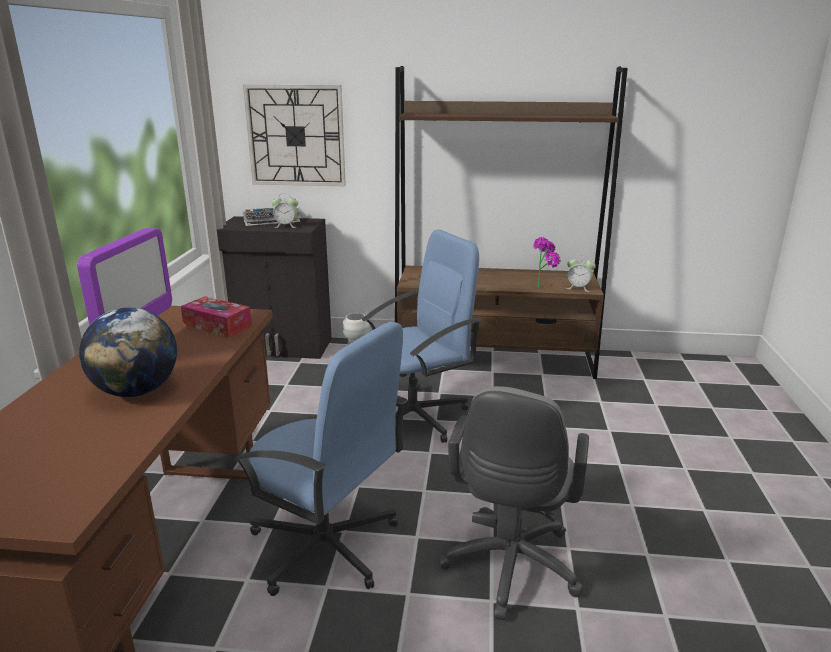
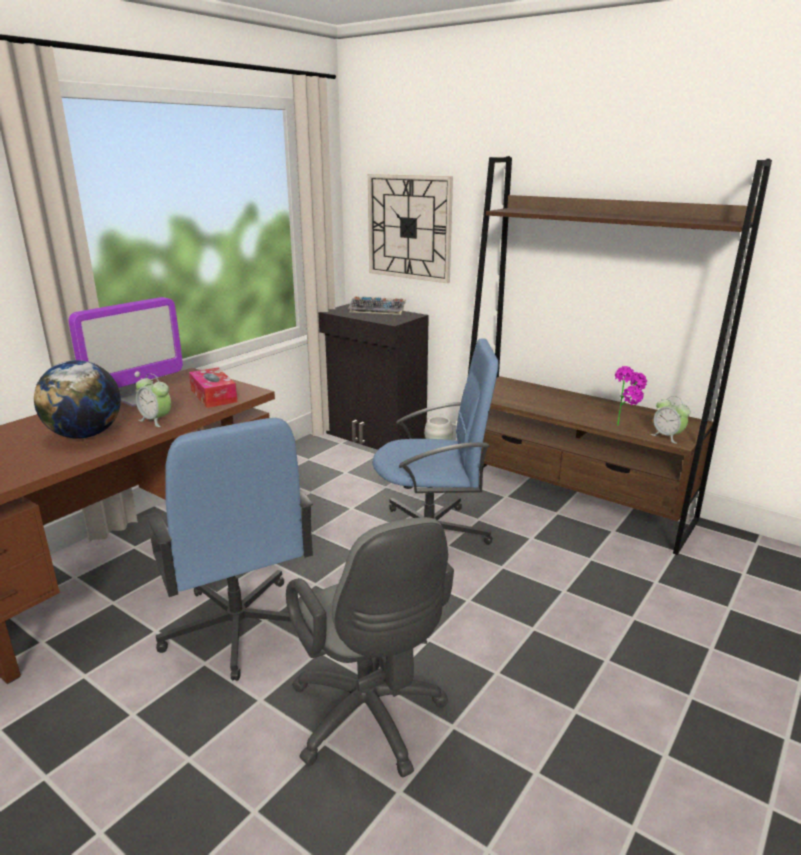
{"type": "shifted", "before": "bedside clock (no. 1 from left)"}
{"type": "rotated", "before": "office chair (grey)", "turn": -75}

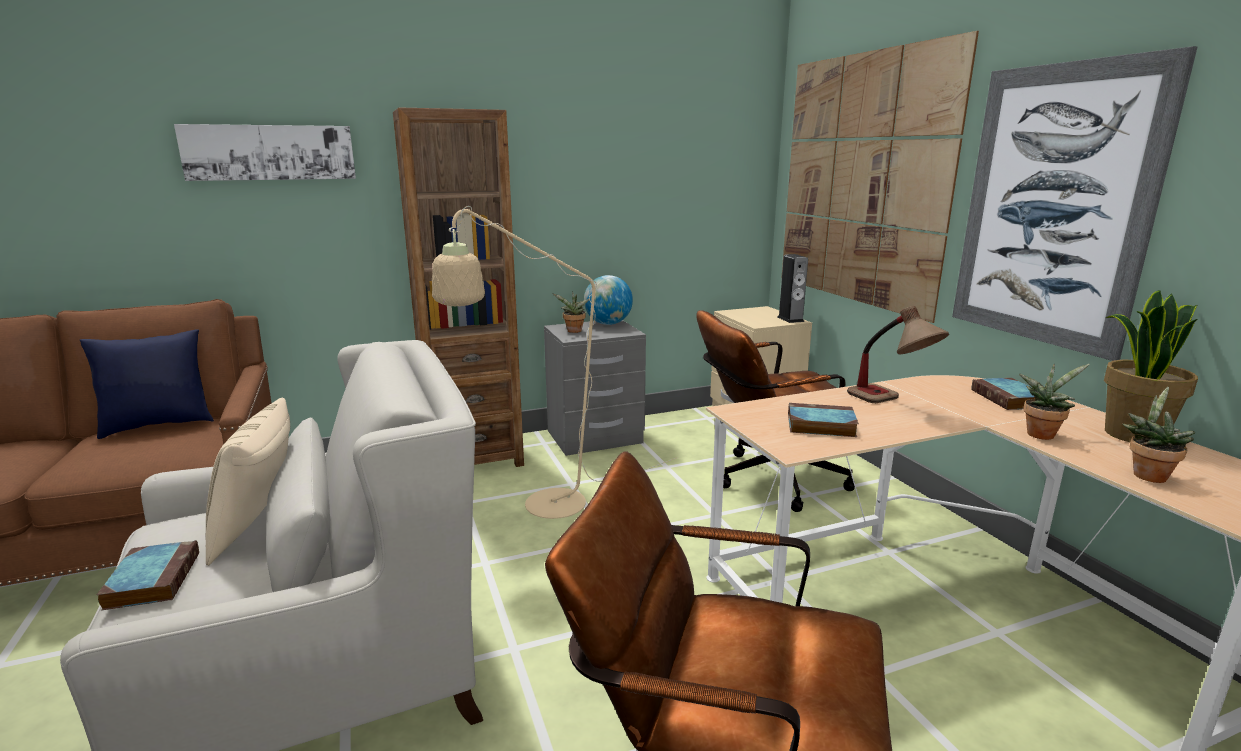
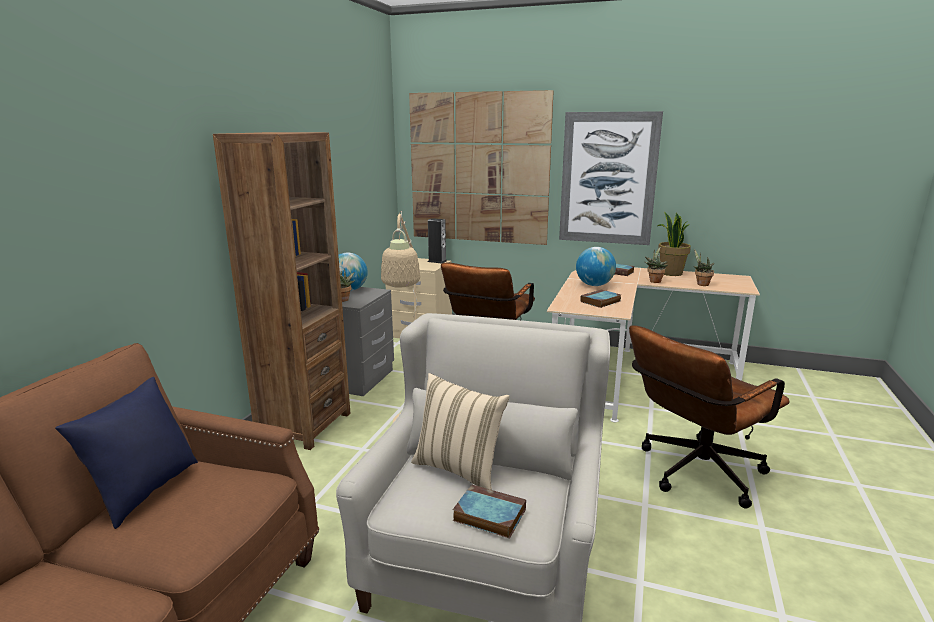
{"type": "gone", "before": "wall picture (no. 1 from left)"}
{"type": "swapped", "before": "table lamp", "after": "world globe (no. 2 from left)"}

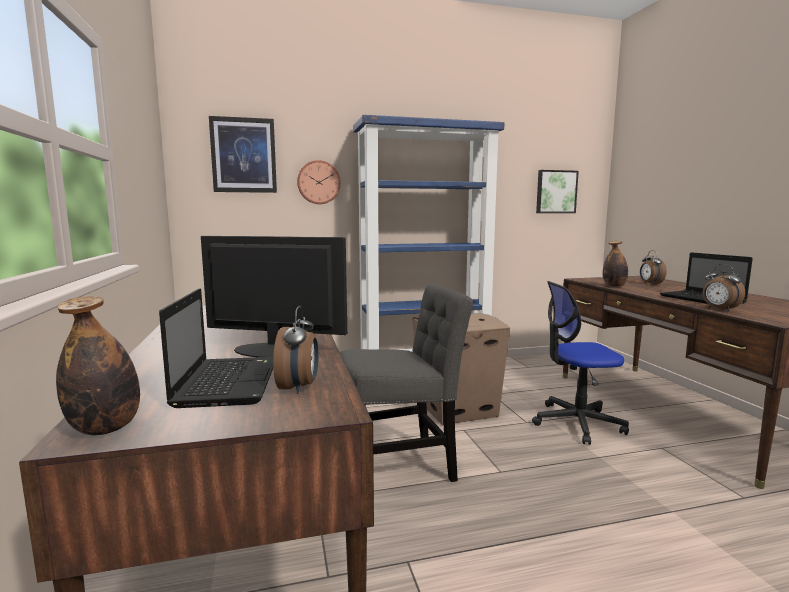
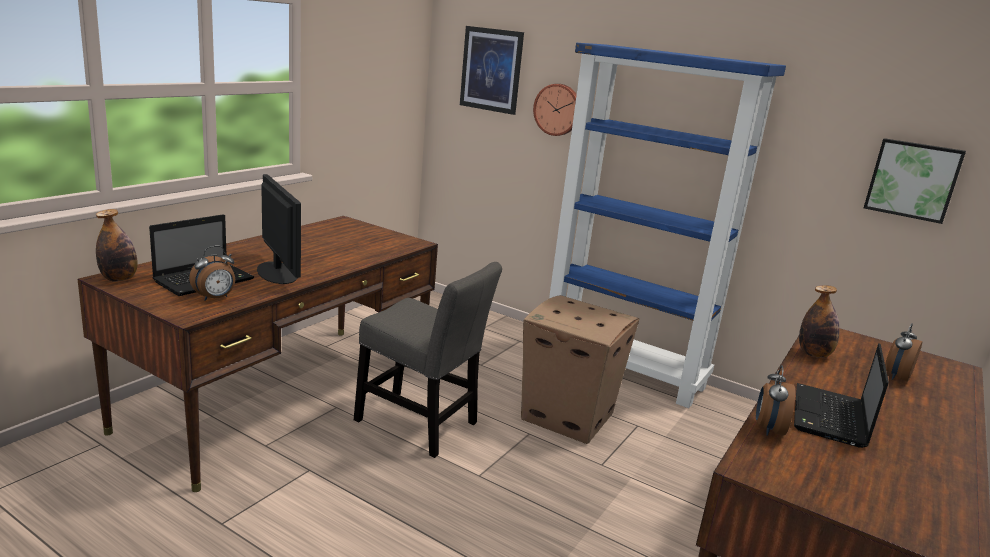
{"type": "gone", "before": "office chair"}

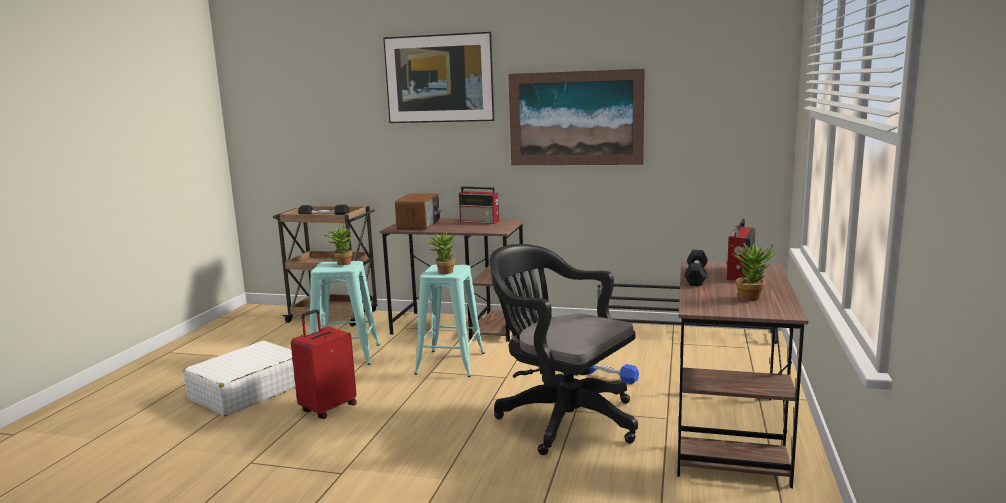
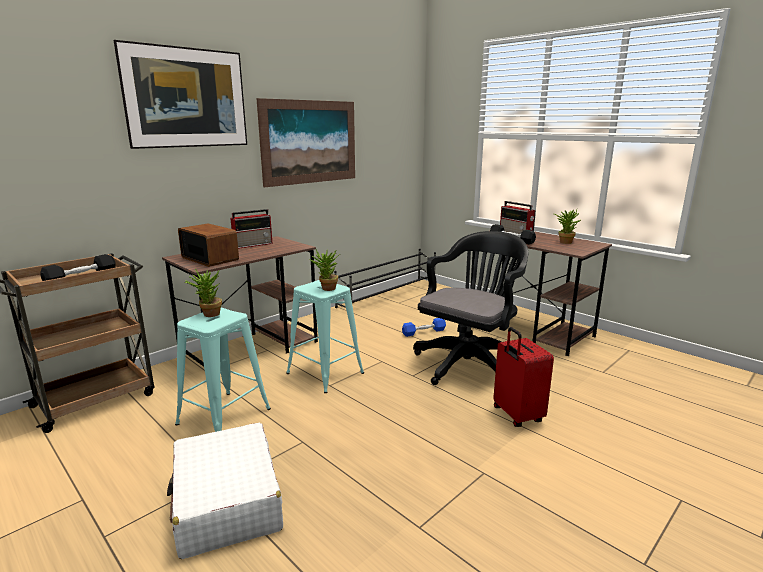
{"type": "shifted", "before": "suitcase (red-coloured)"}
{"type": "rotated", "before": "office chair (blackish)", "turn": 150}

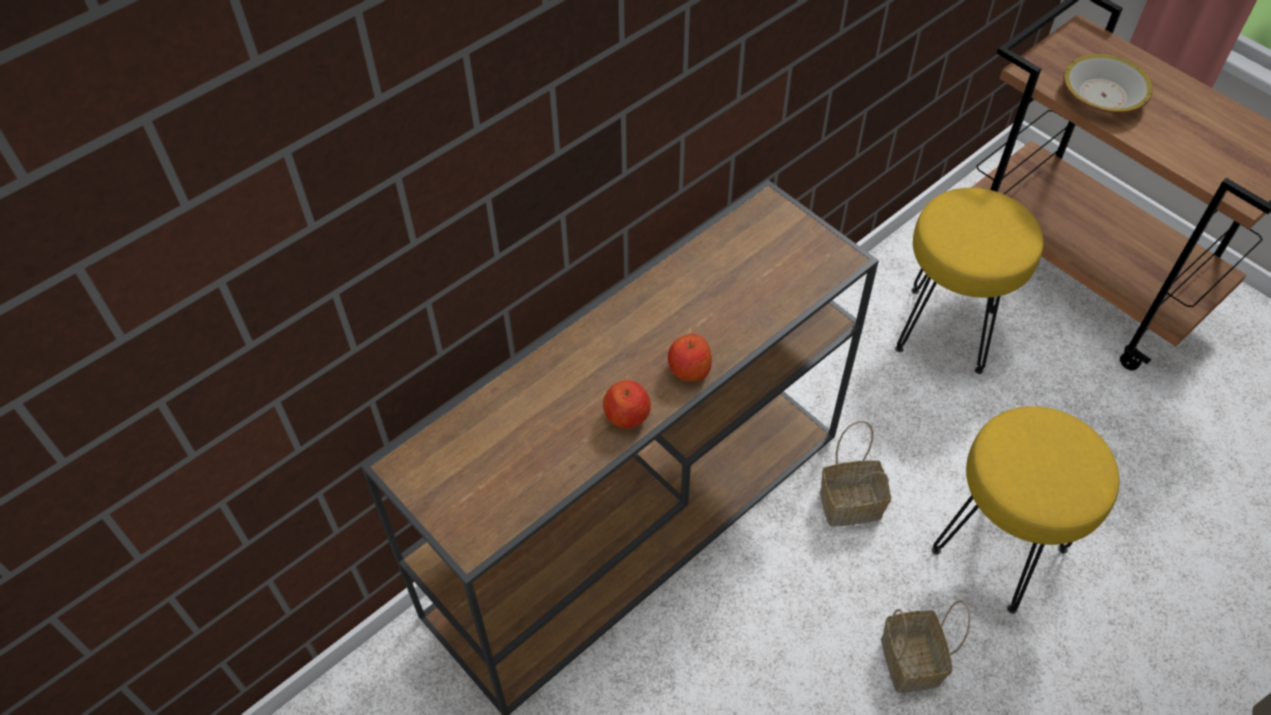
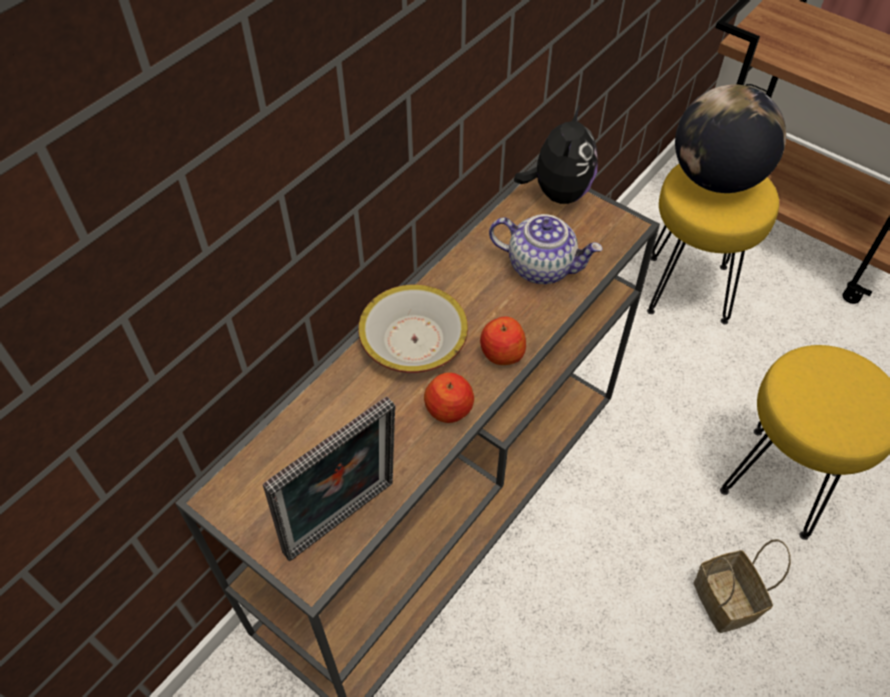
{"type": "gone", "before": "basket (no. 1 from left)"}
{"type": "shifted", "before": "deep dish"}
{"type": "new", "after": "standing frame"}
{"type": "new", "after": "tea pot"}
{"type": "new", "after": "plush toy"}
{"type": "new", "after": "world globe"}

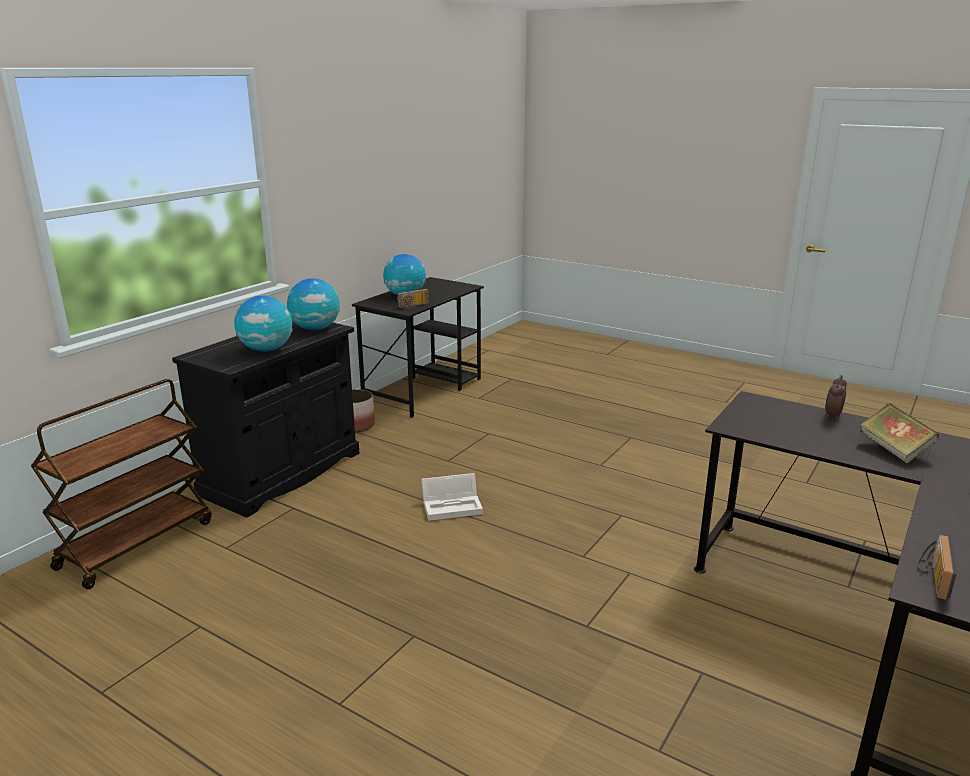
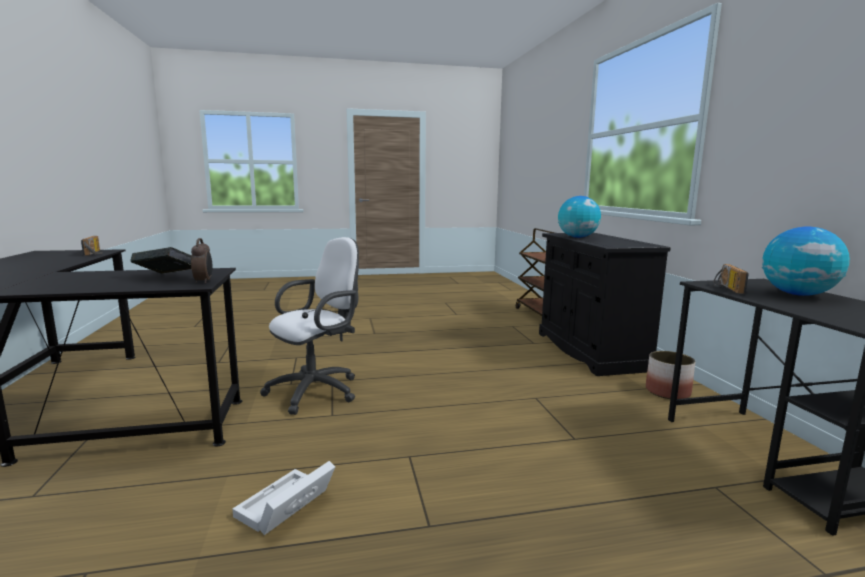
{"type": "gone", "before": "world globe (no. 2 from left)"}
{"type": "shifted", "before": "storage bin (whitish)"}
{"type": "shifted", "before": "bedside clock"}
{"type": "shifted", "before": "book"}
{"type": "new", "after": "office chair (whitish)"}

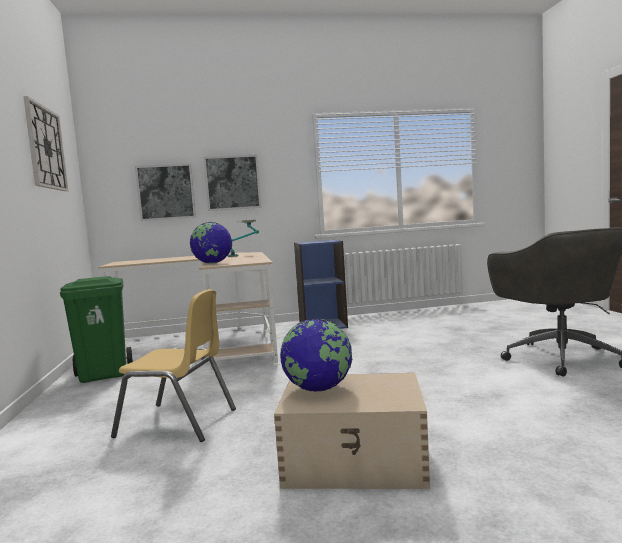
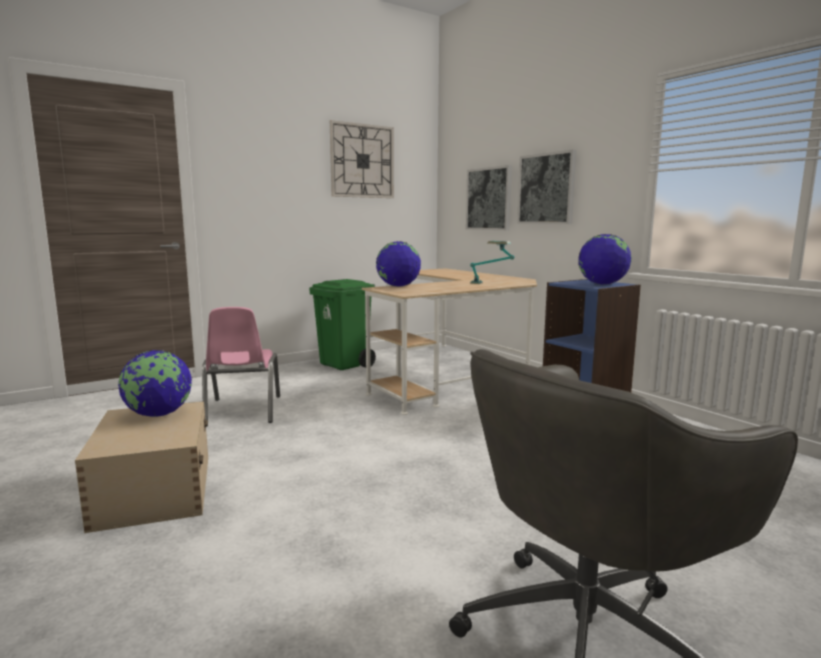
{"type": "repainted", "before": "upright chair (yellowish)", "after": "upright chair (pinkish)"}
{"type": "new", "after": "world globe (no. 3 from left)"}

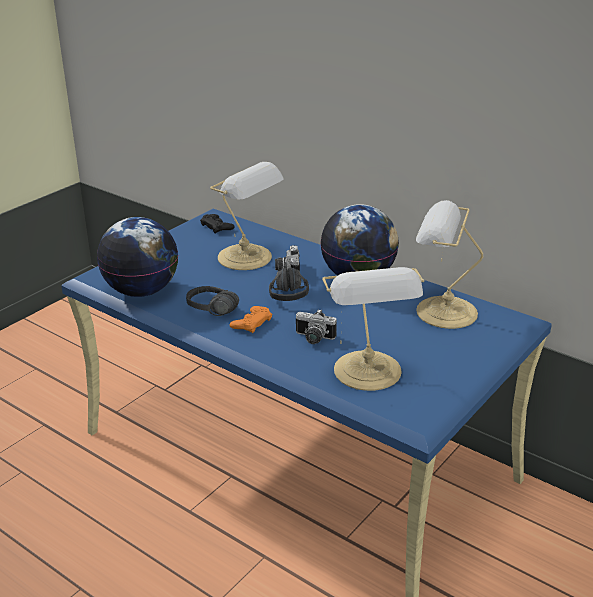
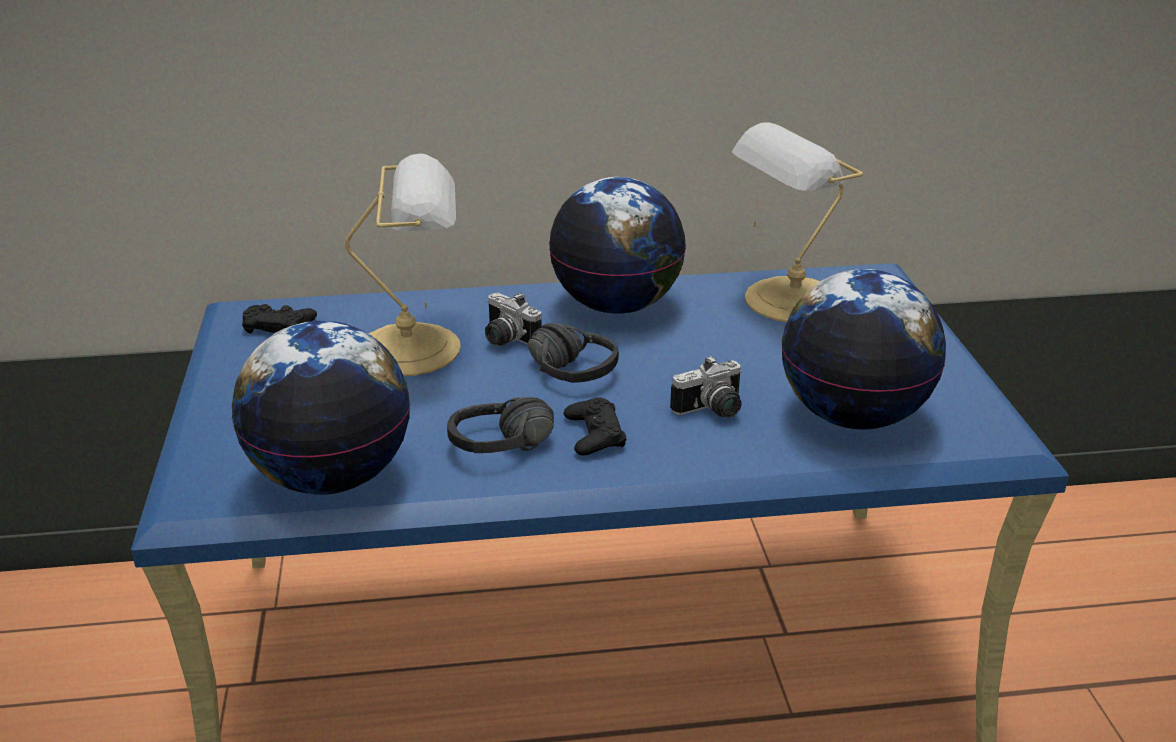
{"type": "repainted", "before": "joypad (orange-coloured)", "after": "joypad (blackish) (no. 2 from left)"}
{"type": "swapped", "before": "table lamp (no. 2 from left)", "after": "world globe (no. 3 from left)"}

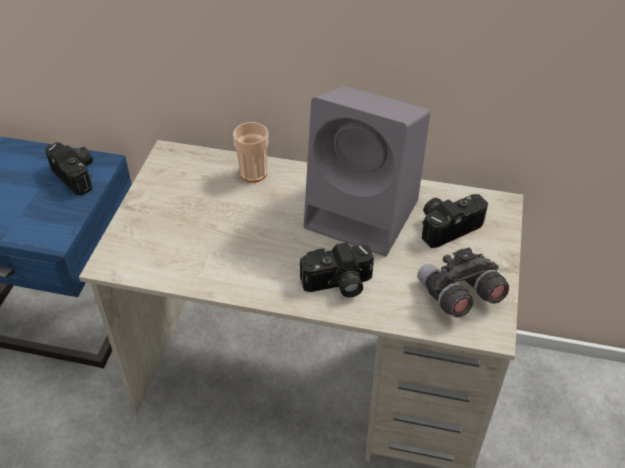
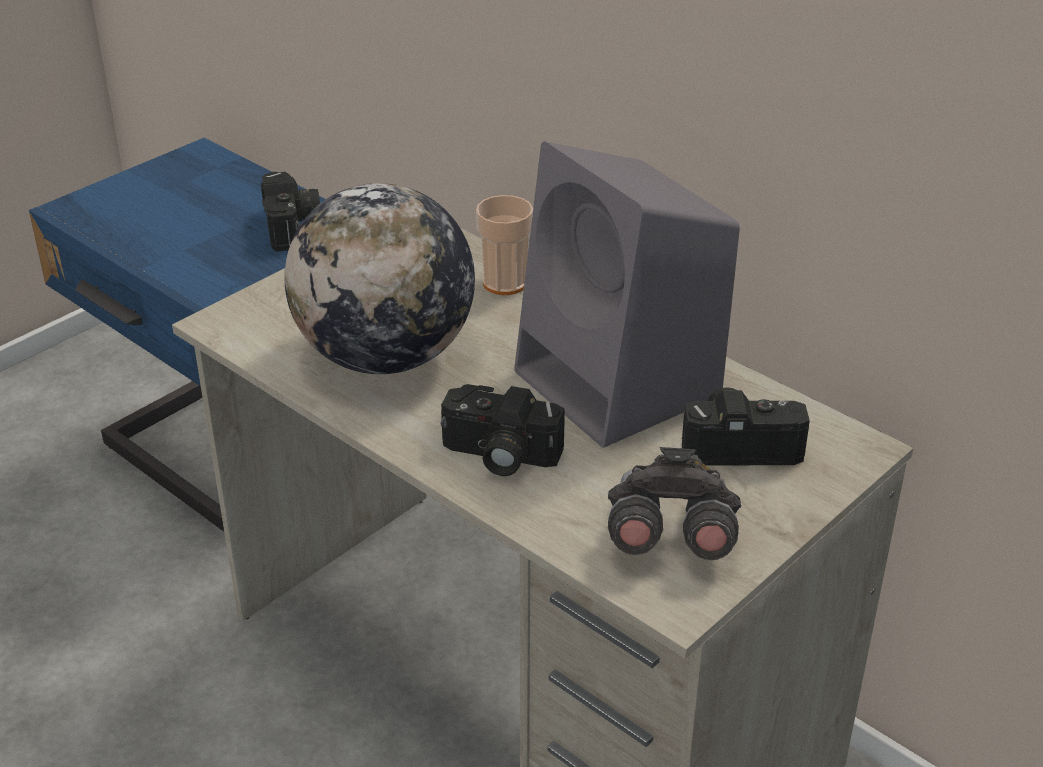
{"type": "new", "after": "world globe"}

